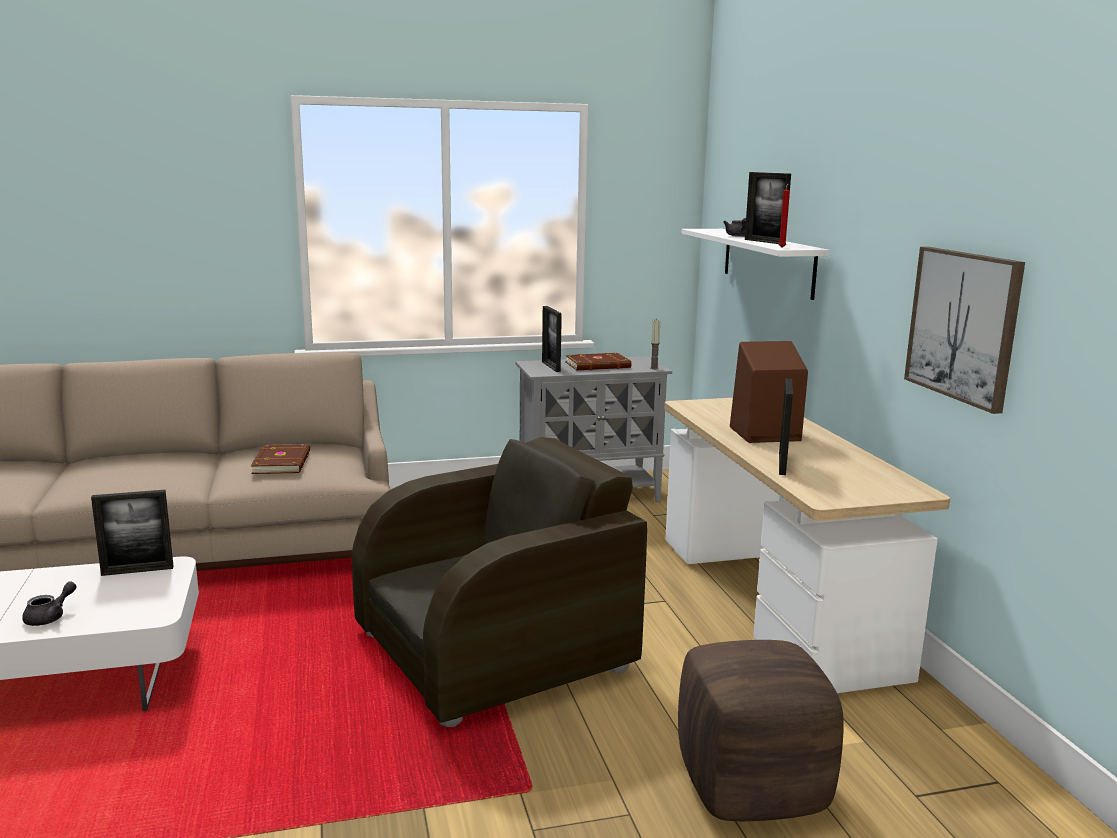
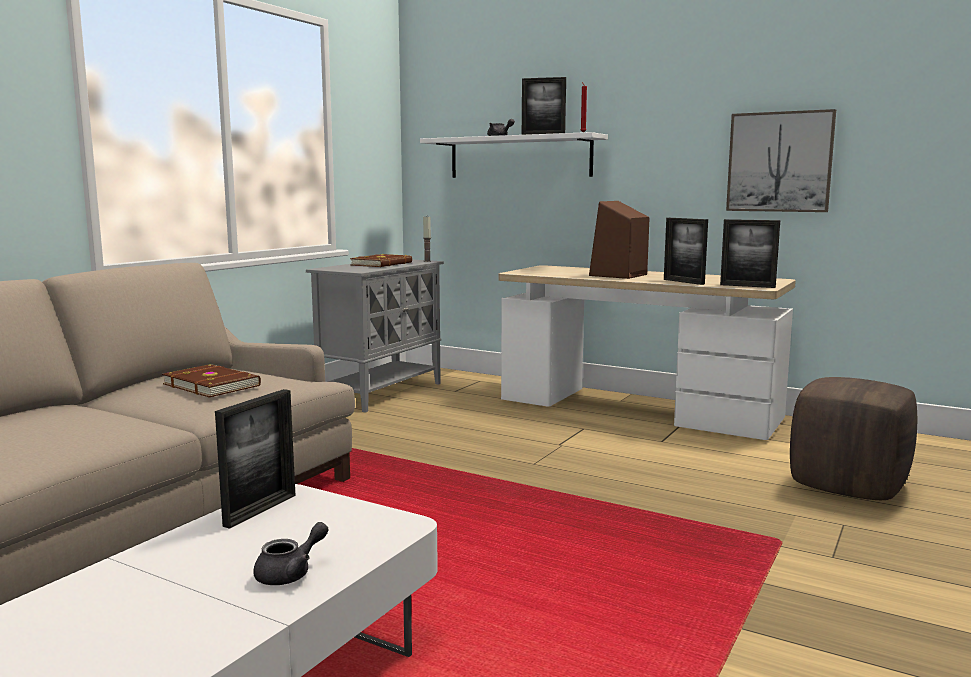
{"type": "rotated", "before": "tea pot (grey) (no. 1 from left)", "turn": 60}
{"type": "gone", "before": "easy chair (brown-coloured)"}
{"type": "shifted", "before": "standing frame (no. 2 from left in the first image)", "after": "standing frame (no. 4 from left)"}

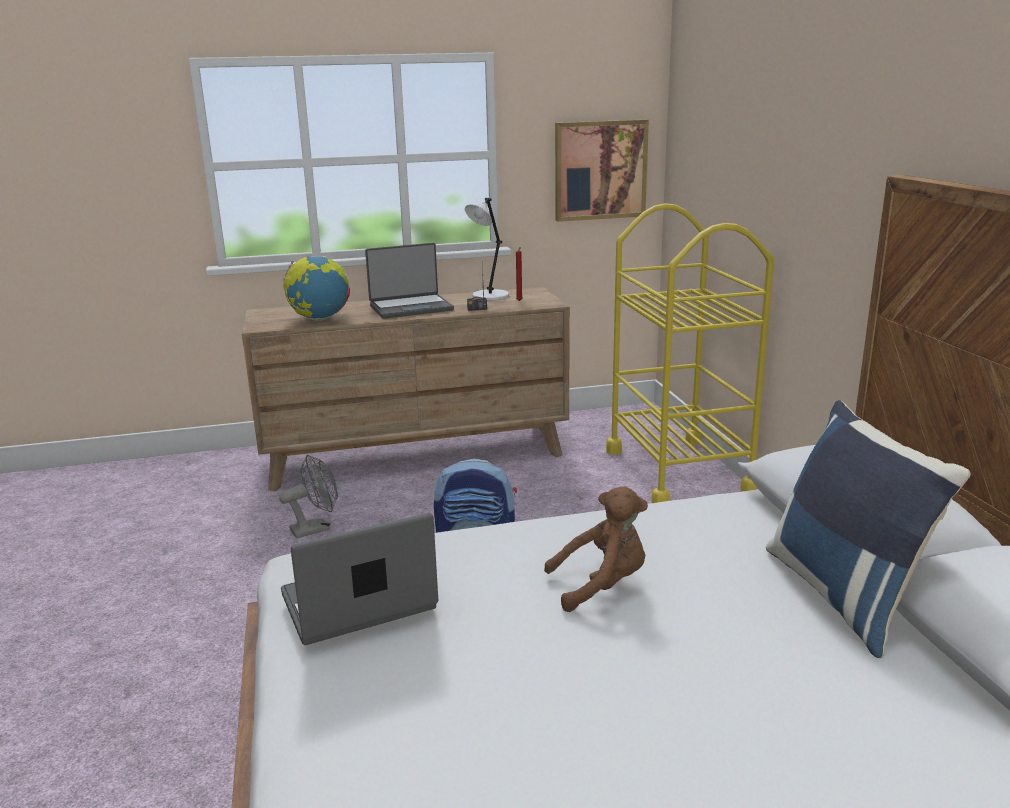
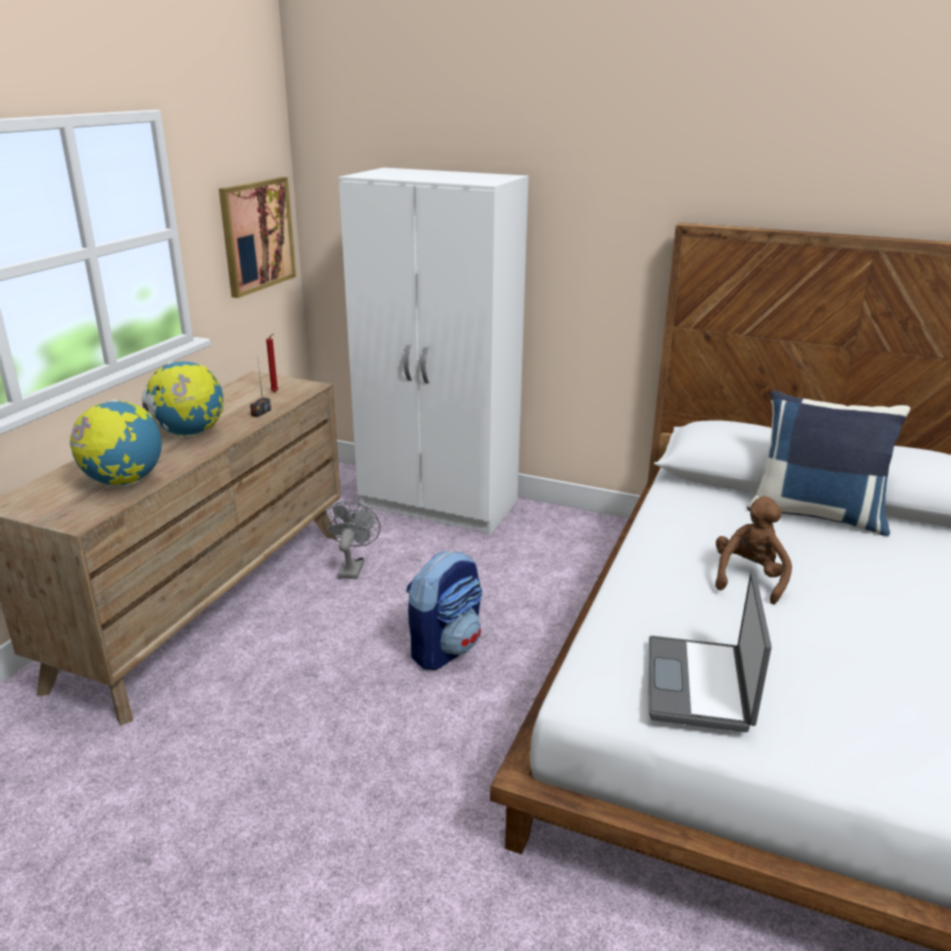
{"type": "shifted", "before": "fan (grey)"}
{"type": "swapped", "before": "notebook computer (no. 2 from left)", "after": "world globe (no. 2 from left)"}
{"type": "gone", "before": "table lamp (whitish)"}
{"type": "swapped", "before": "wheeled cart (yellowish)", "after": "wardrobe (whitish)"}

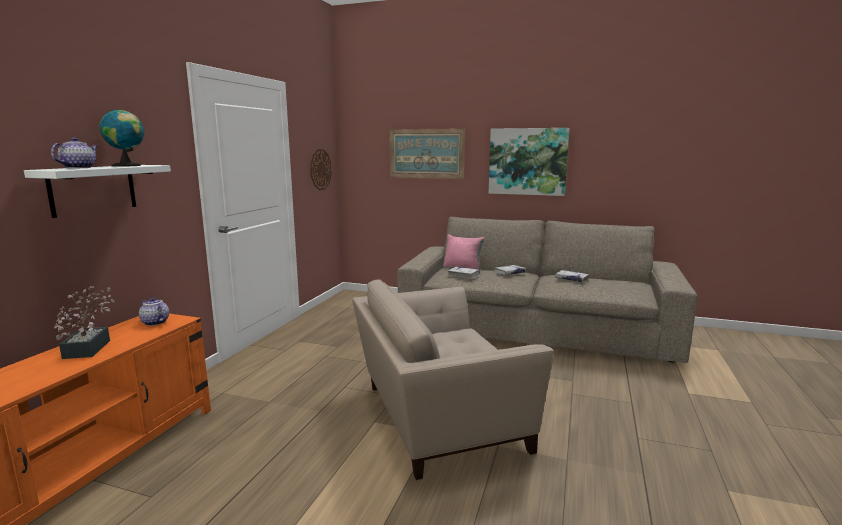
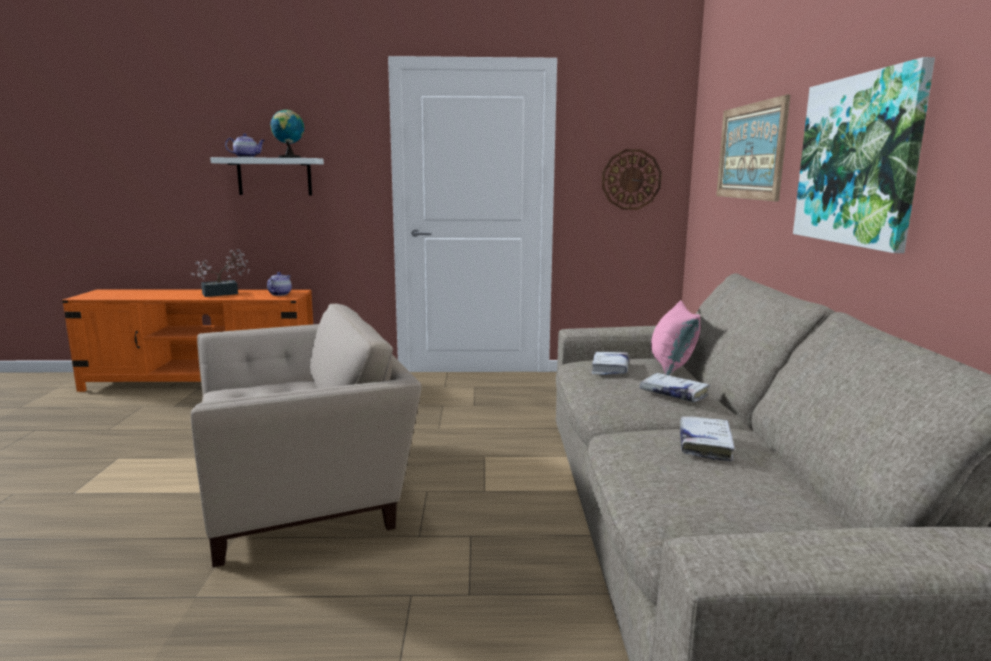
{"type": "rotated", "before": "easy chair (beige)", "turn": 105}

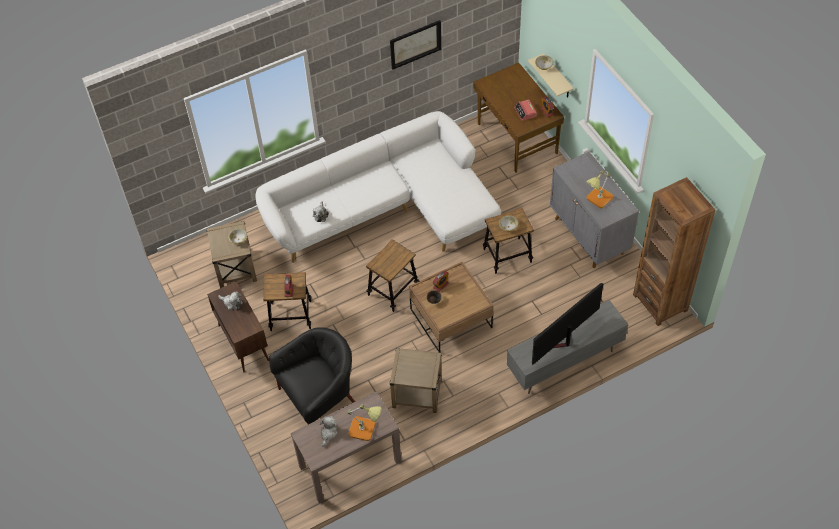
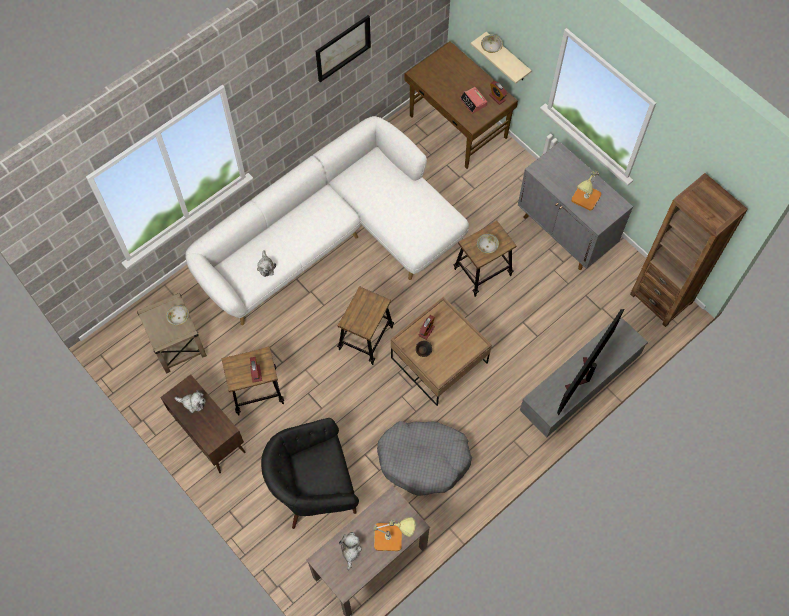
{"type": "rotated", "before": "easy chair (blackish)", "turn": -150}
{"type": "swapped", "before": "accent table (beige) (no. 2 from left)", "after": "pet bed (grey)"}

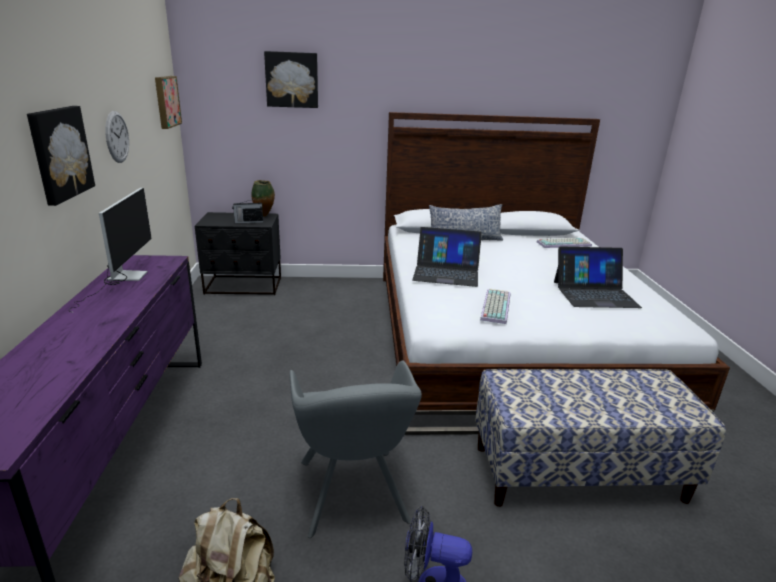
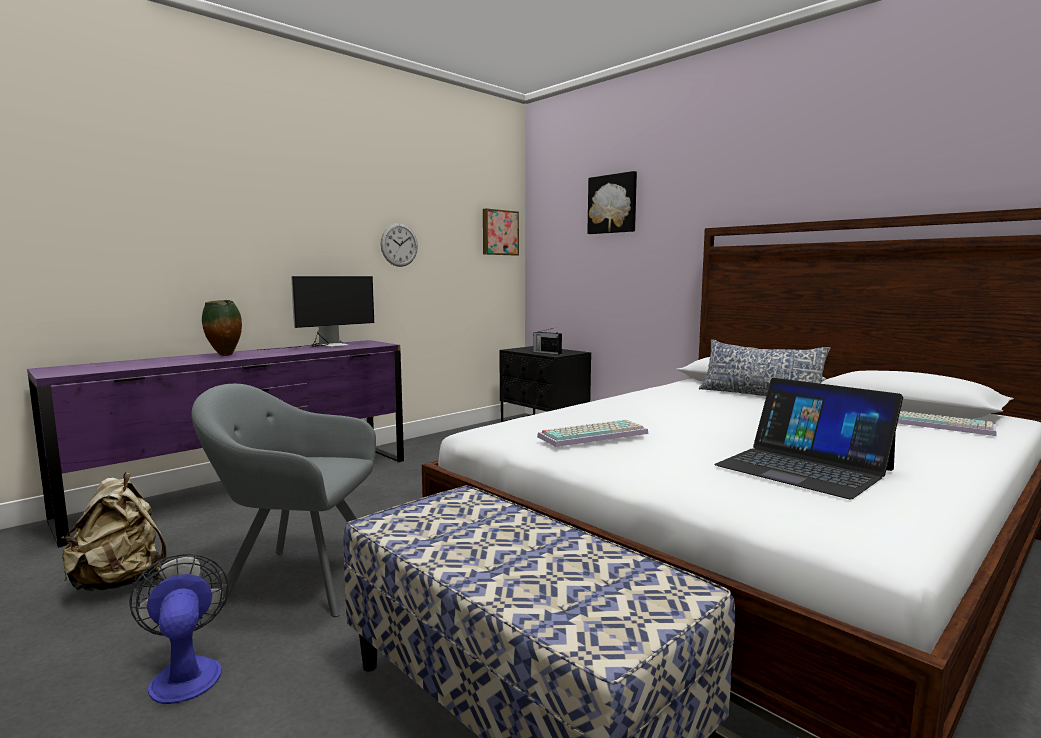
{"type": "gone", "before": "wall picture (no. 1 from left)"}
{"type": "shifted", "before": "flower vase"}
{"type": "rotated", "before": "easy chair (grey)", "turn": 60}
{"type": "gone", "before": "notebook computer (no. 1 from left)"}

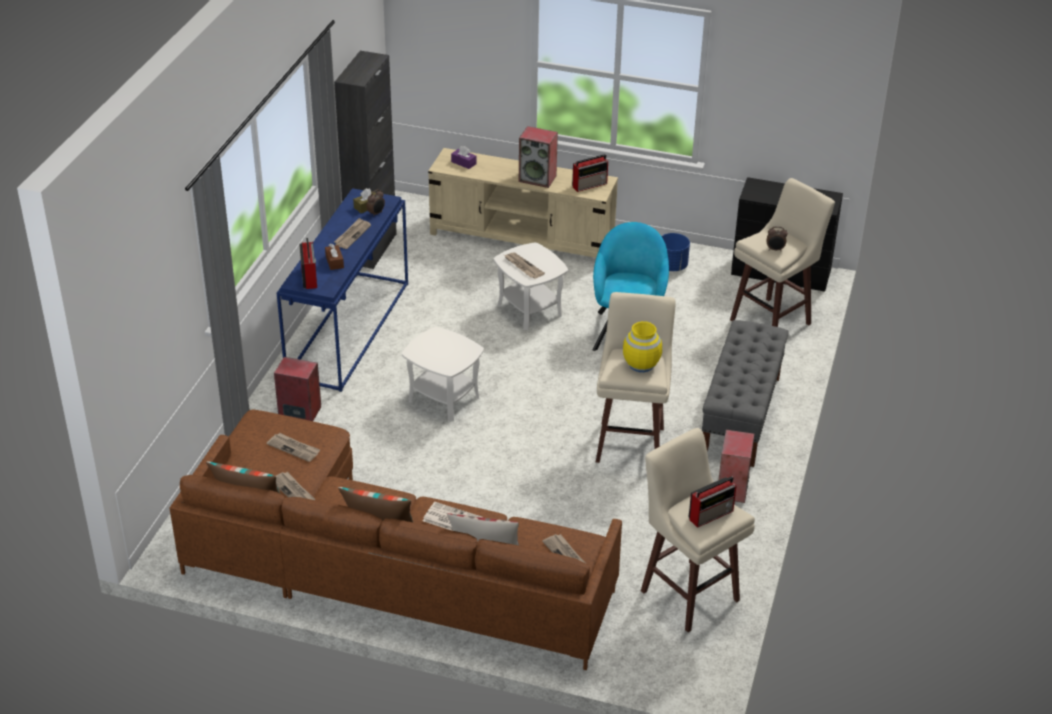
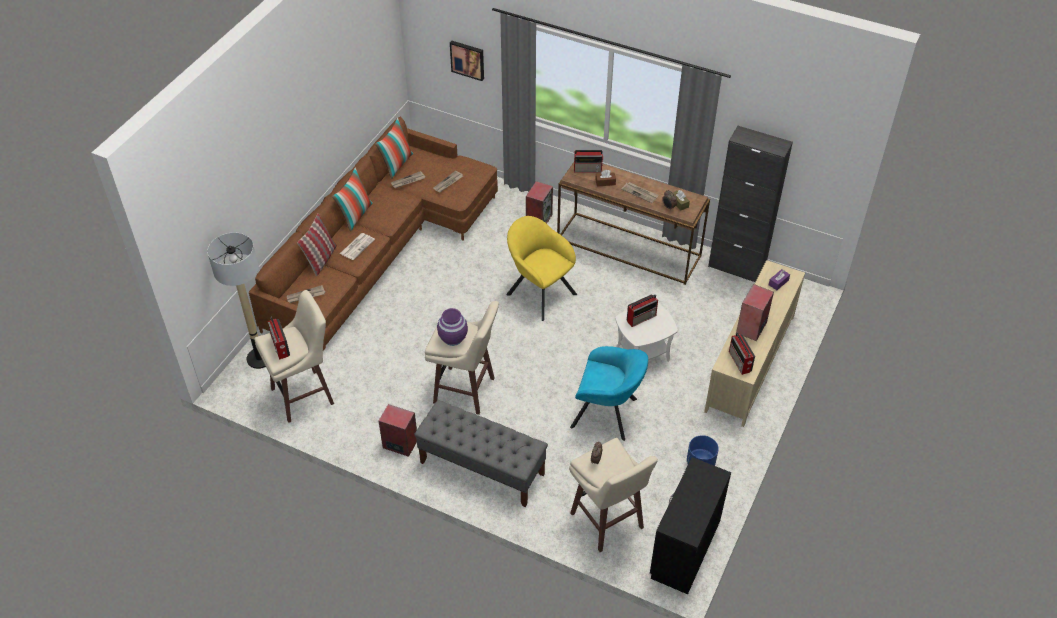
{"type": "repainted", "before": "console table (blue-coloured)", "after": "console table (brown-coloured)"}
{"type": "swapped", "before": "accent table (whitish) (no. 1 from left)", "after": "easy chair (yellowish)"}
{"type": "swapped", "before": "printed paper (no. 5 from left)", "after": "radio (no. 3 from left)"}
{"type": "repainted", "before": "flower vase (yellowish)", "after": "flower vase (purple)"}
{"type": "new", "after": "standing lamp"}
{"type": "new", "after": "wall picture"}

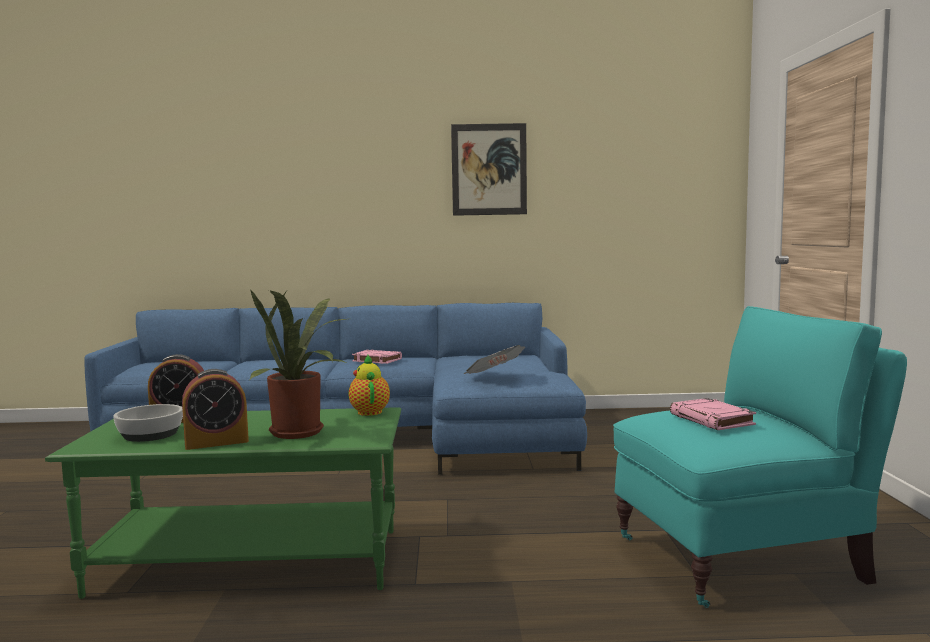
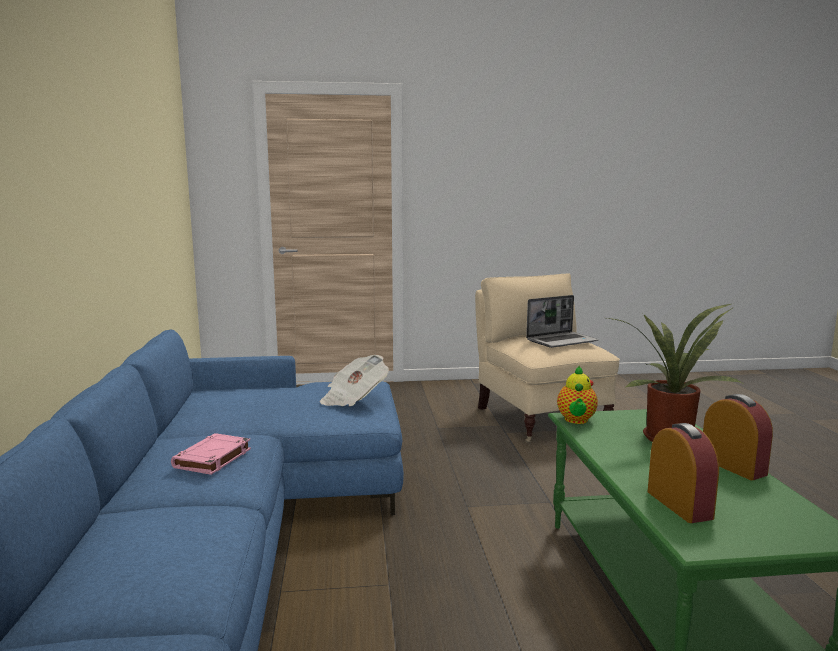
{"type": "gone", "before": "deep dish"}
{"type": "rotated", "before": "tea pot", "turn": -60}
{"type": "gone", "before": "wall picture"}
{"type": "repainted", "before": "easy chair (blue-green)", "after": "easy chair (beige)"}
{"type": "swapped", "before": "book (pinkish) (no. 2 from left)", "after": "notebook computer"}

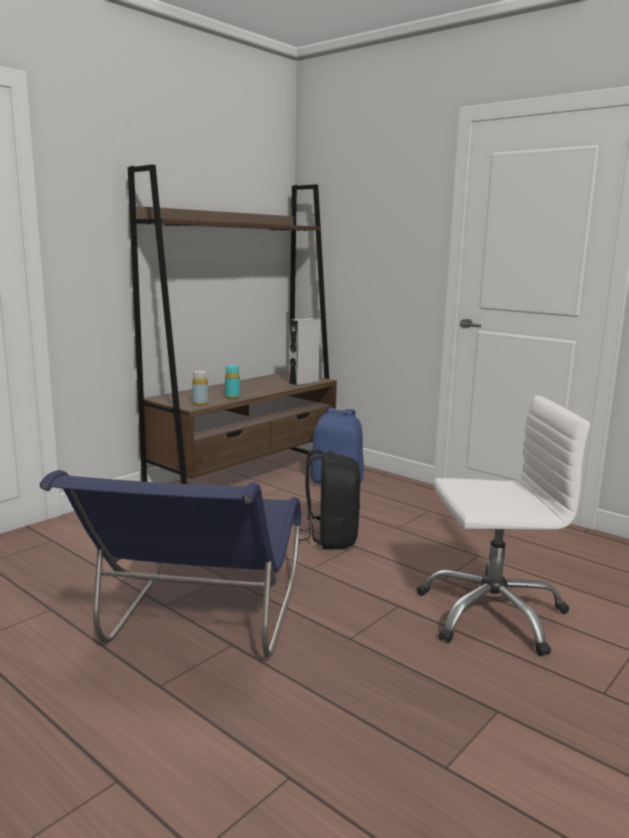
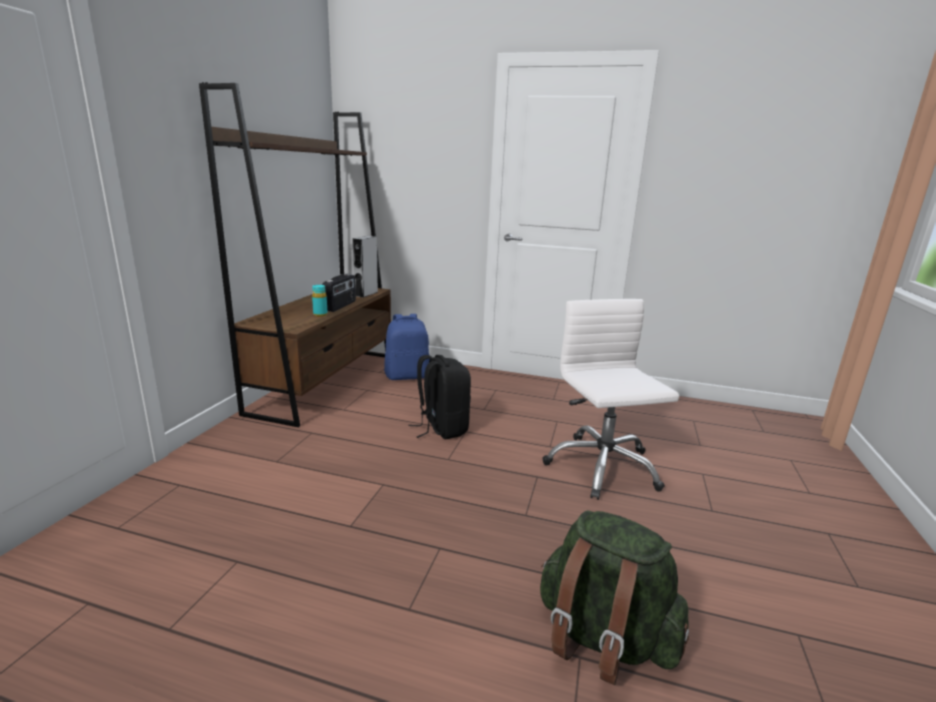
{"type": "gone", "before": "upright chair (blue-coloured)"}
{"type": "gone", "before": "bottle (yellowish)"}
{"type": "rotated", "before": "office chair (whitish)", "turn": -75}
{"type": "new", "after": "radio"}
{"type": "new", "after": "rucksack (greenish)"}

